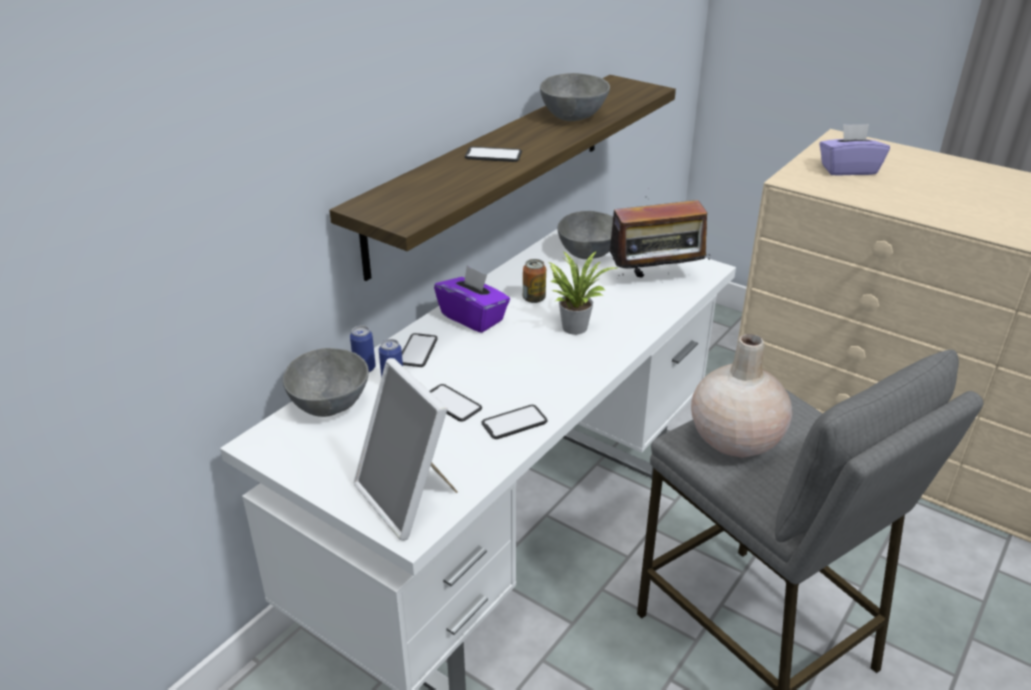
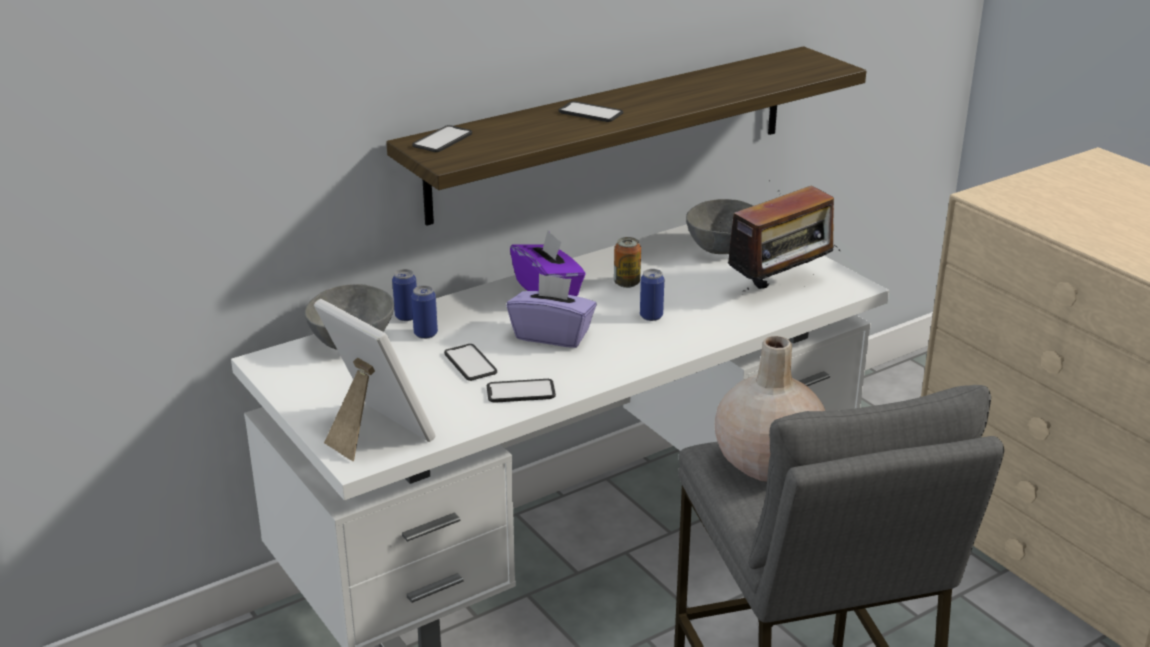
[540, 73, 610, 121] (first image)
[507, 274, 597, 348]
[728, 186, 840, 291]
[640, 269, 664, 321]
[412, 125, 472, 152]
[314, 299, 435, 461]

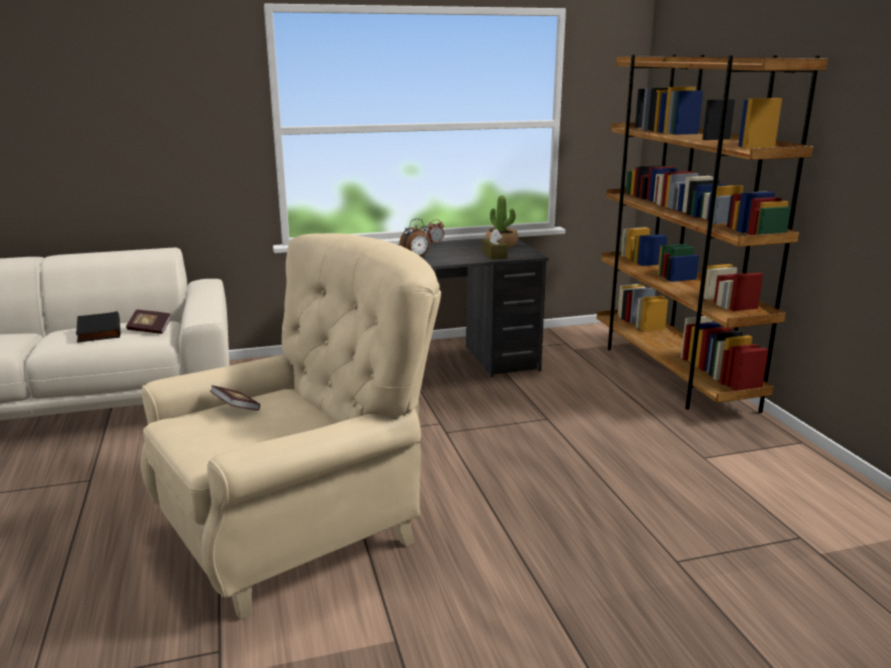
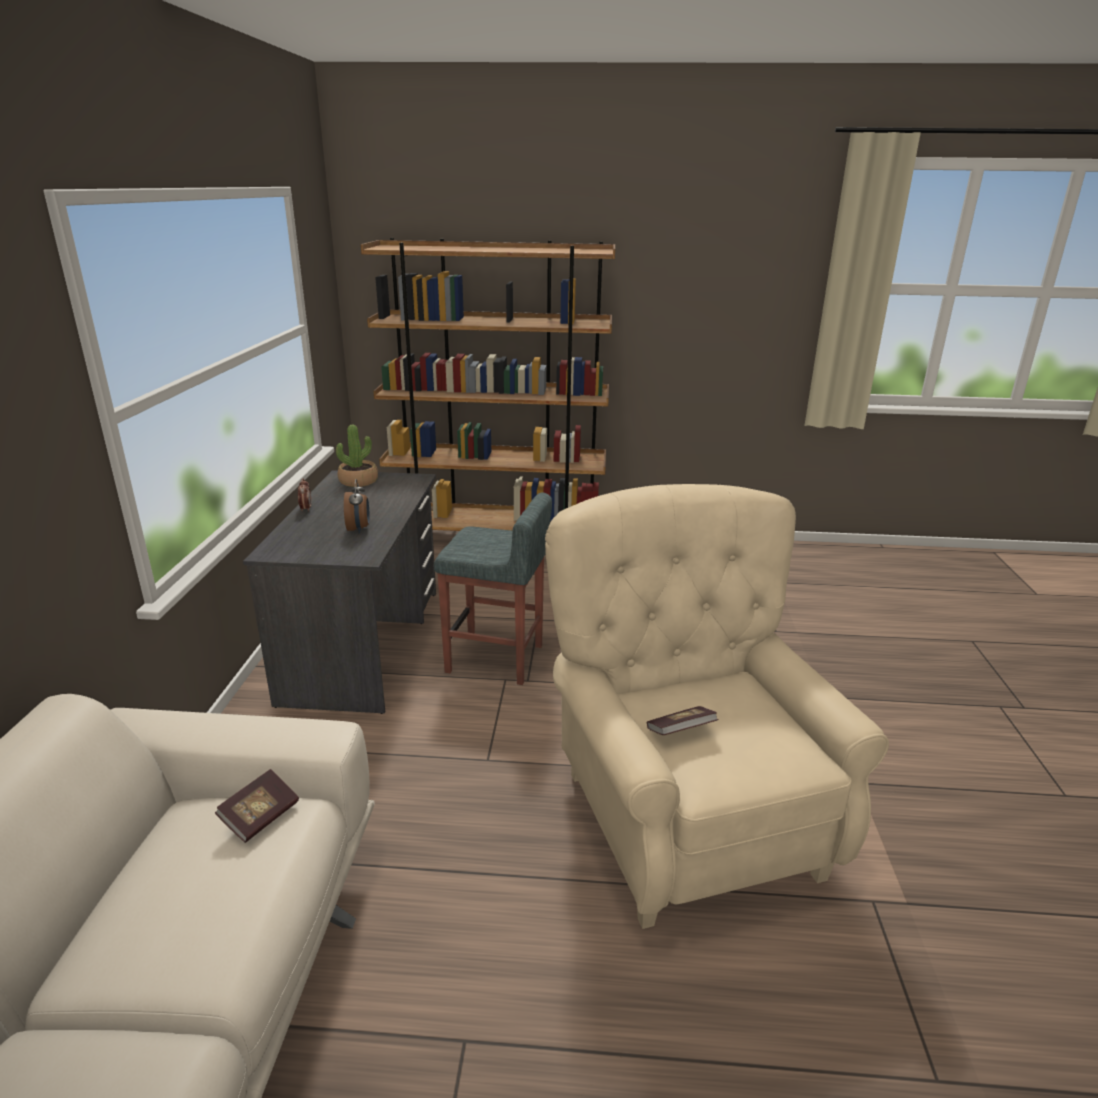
[482, 229, 508, 260] (first image)
[76, 311, 120, 343] (first image)
[434, 493, 552, 685]

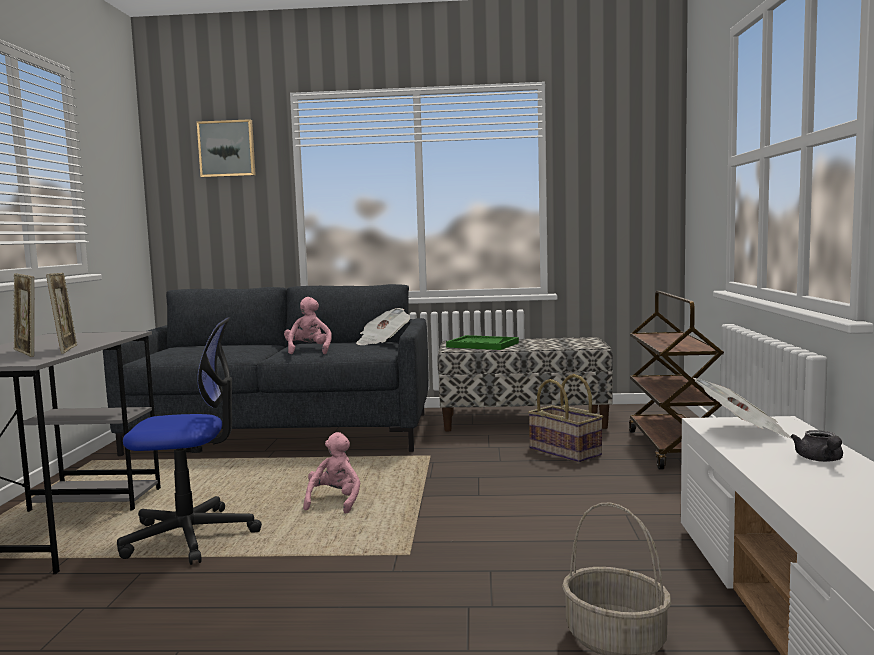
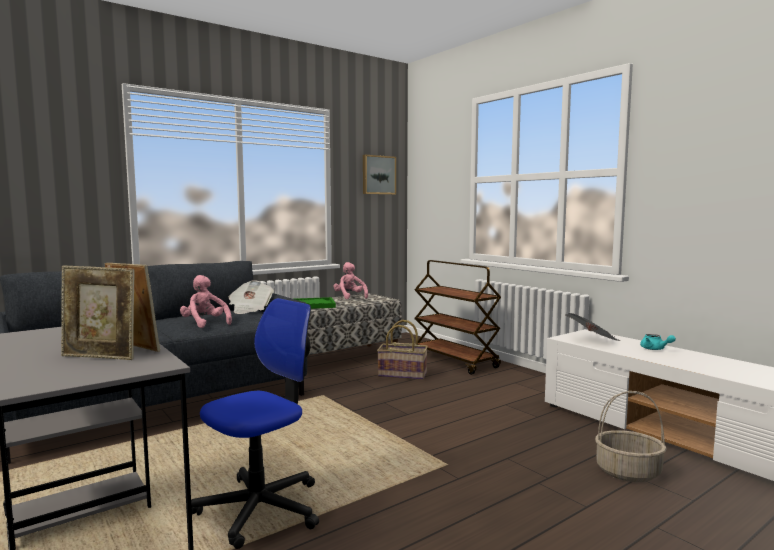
[363, 155, 396, 195]
[640, 334, 676, 350]
[333, 262, 368, 299]

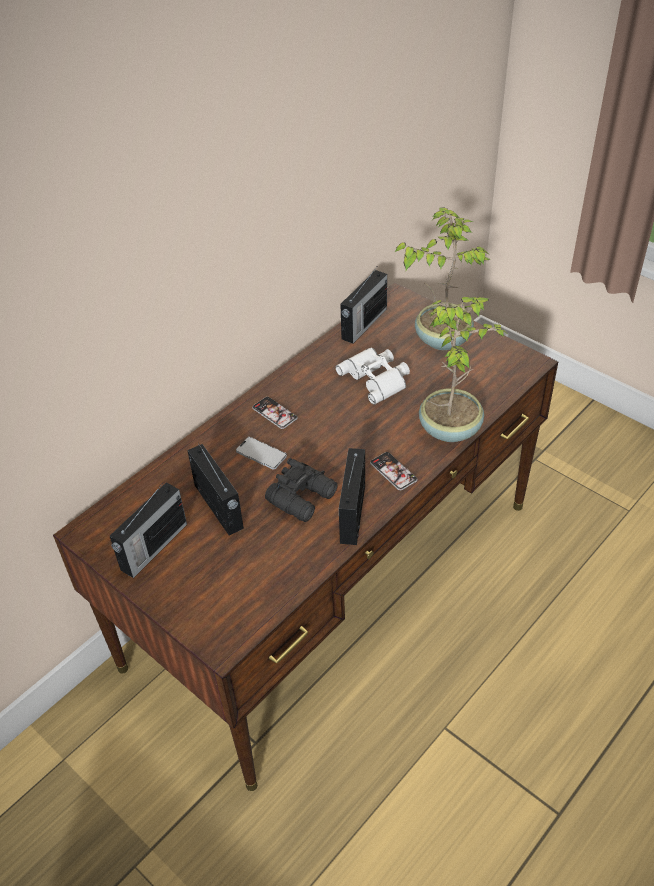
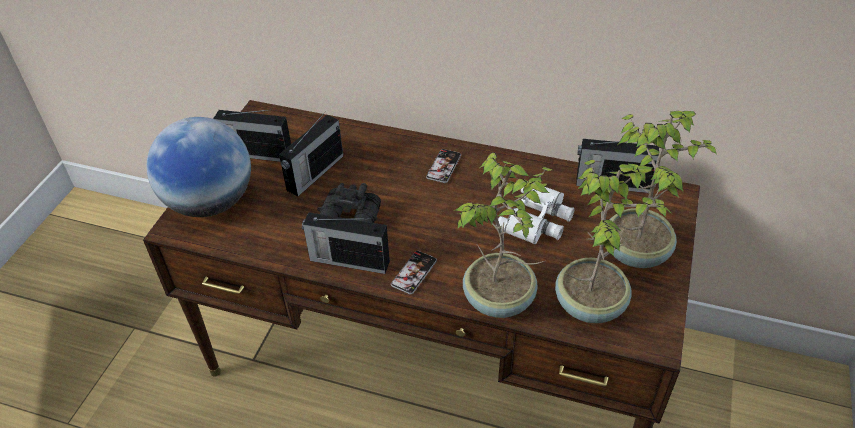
[236, 437, 287, 470] (first image)
[302, 212, 390, 274]
[146, 117, 251, 217]
[555, 160, 672, 323]

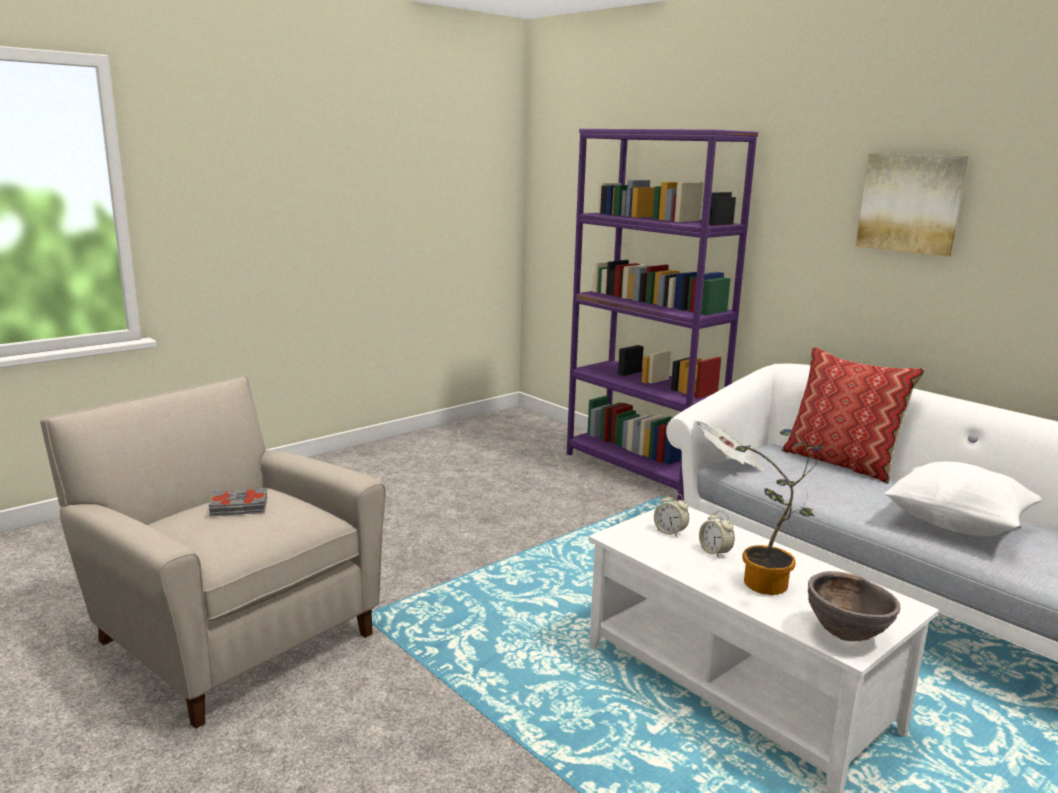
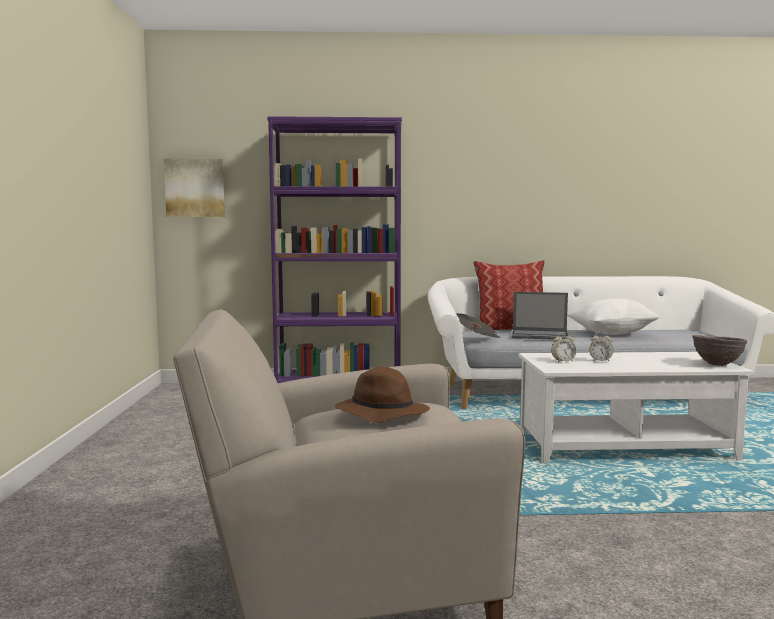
[164, 158, 225, 217]
[735, 429, 826, 595] (first image)
[335, 366, 430, 423]
[512, 292, 568, 340]

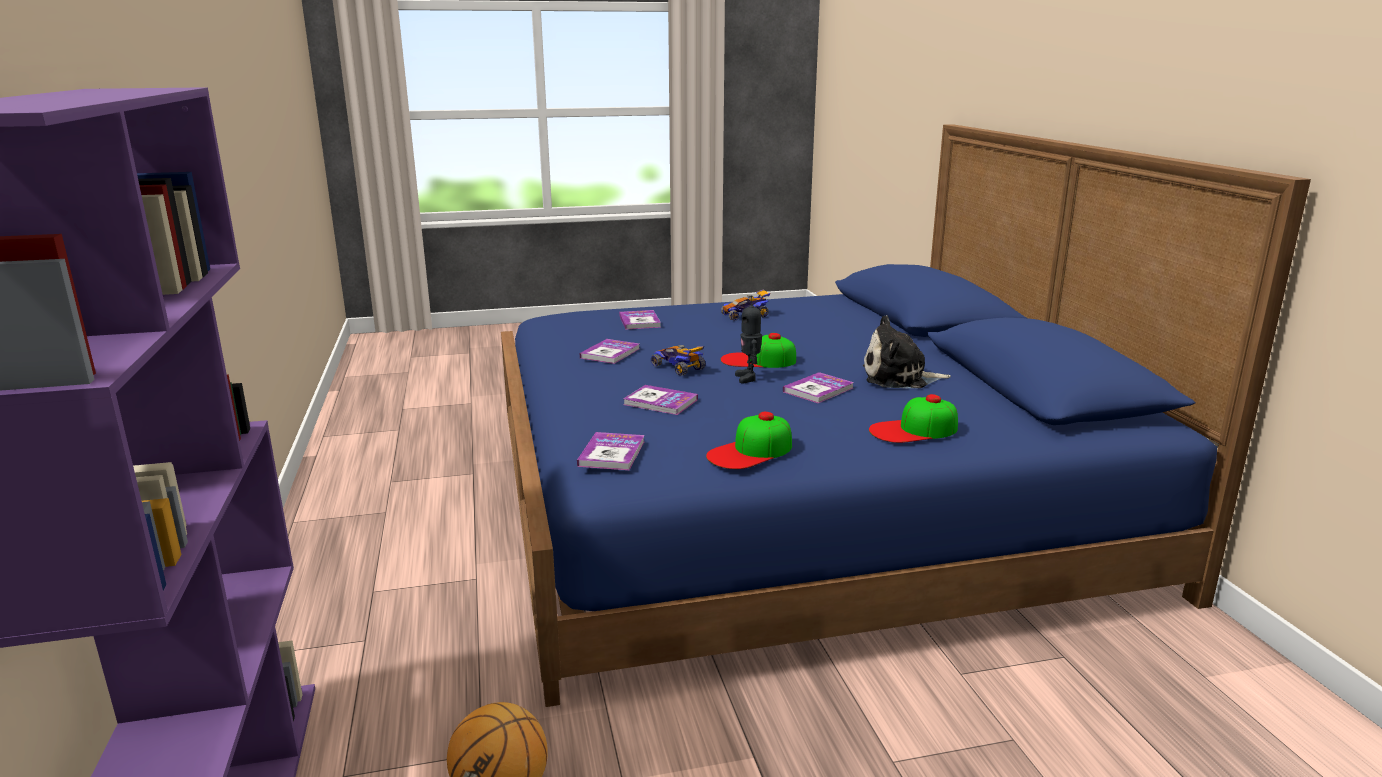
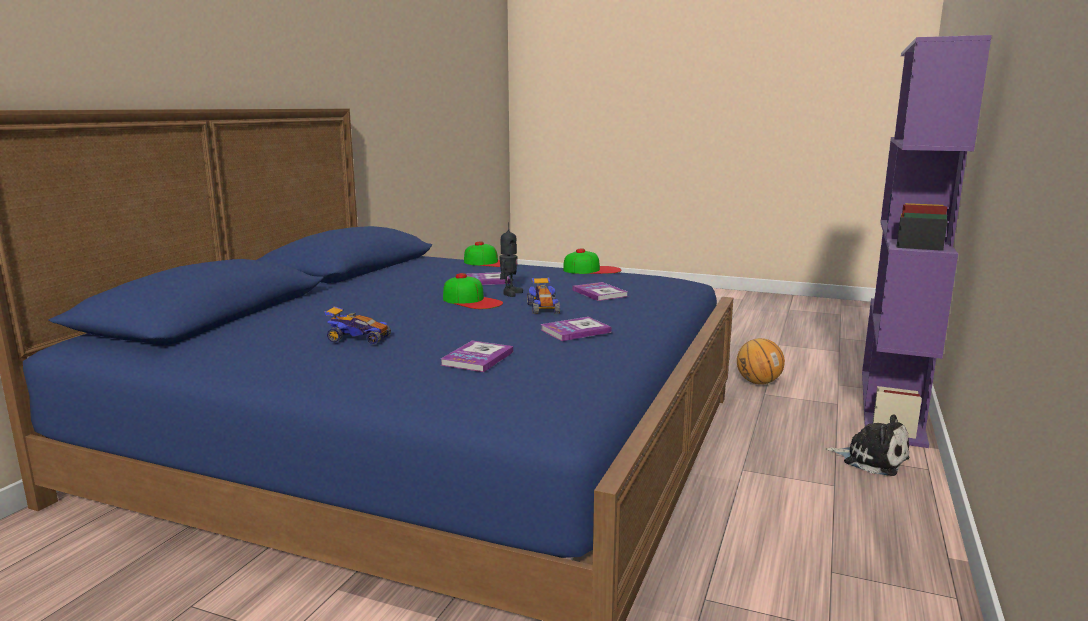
[825, 415, 909, 476]
[577, 432, 644, 470] (first image)

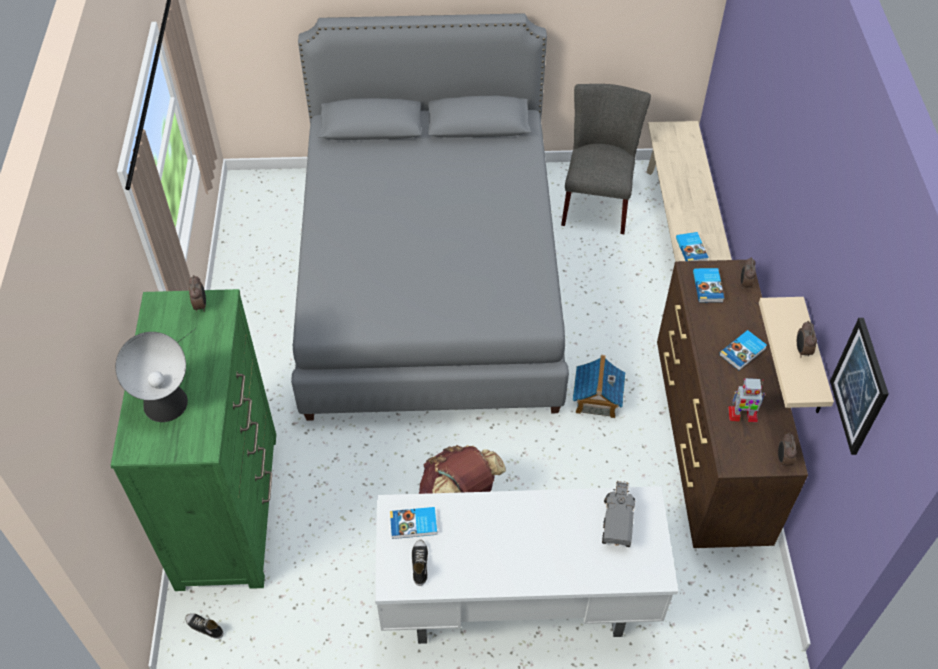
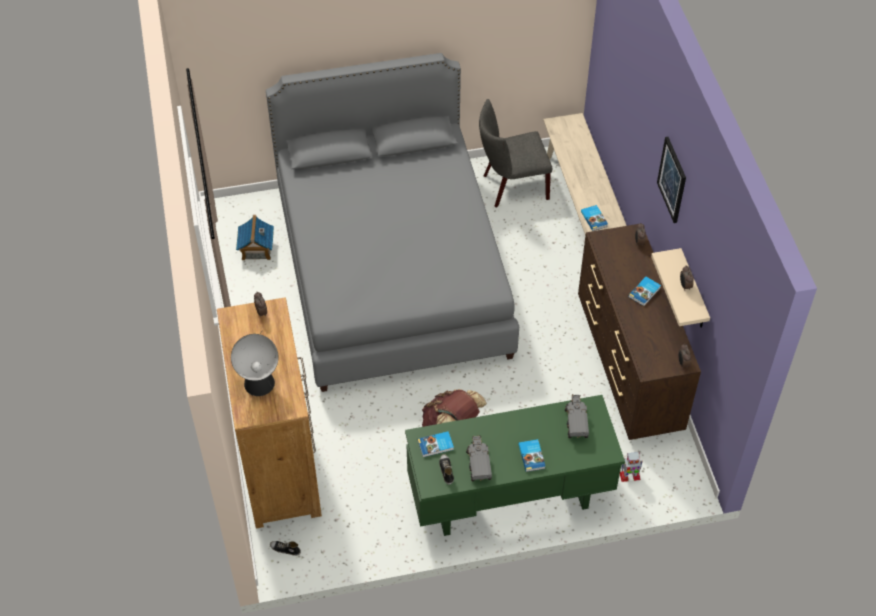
[479, 99, 553, 208]
[518, 439, 545, 472]
[217, 297, 322, 528]
[657, 137, 686, 223]
[236, 215, 274, 260]
[620, 452, 643, 482]
[405, 395, 625, 536]
[466, 435, 492, 481]

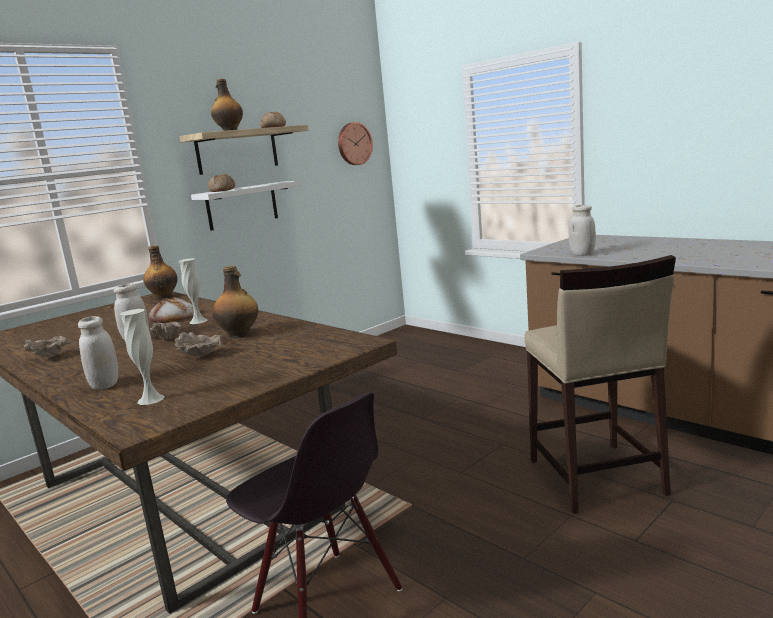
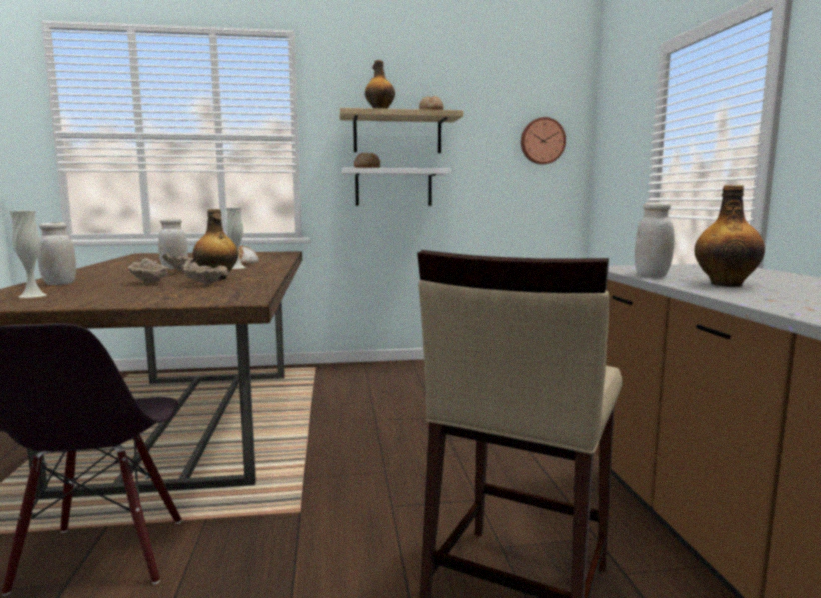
[694, 185, 765, 287]
[181, 260, 229, 285]

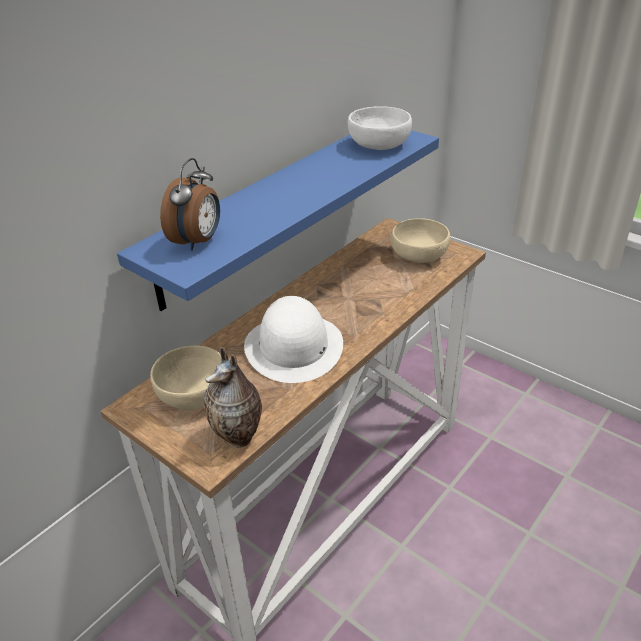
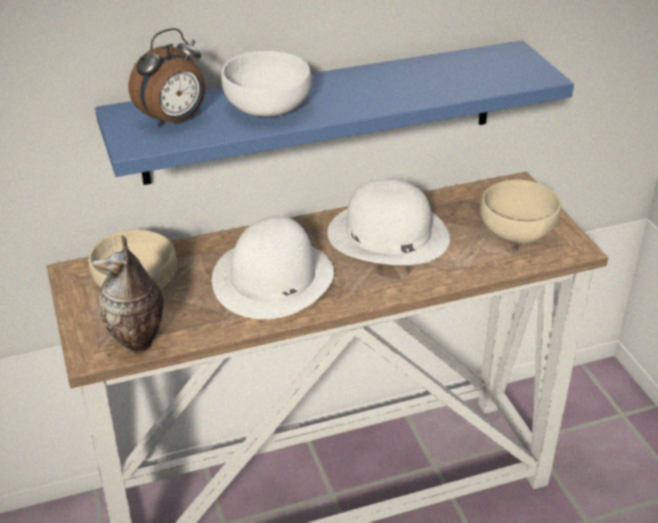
[221, 51, 312, 117]
[327, 179, 450, 265]

